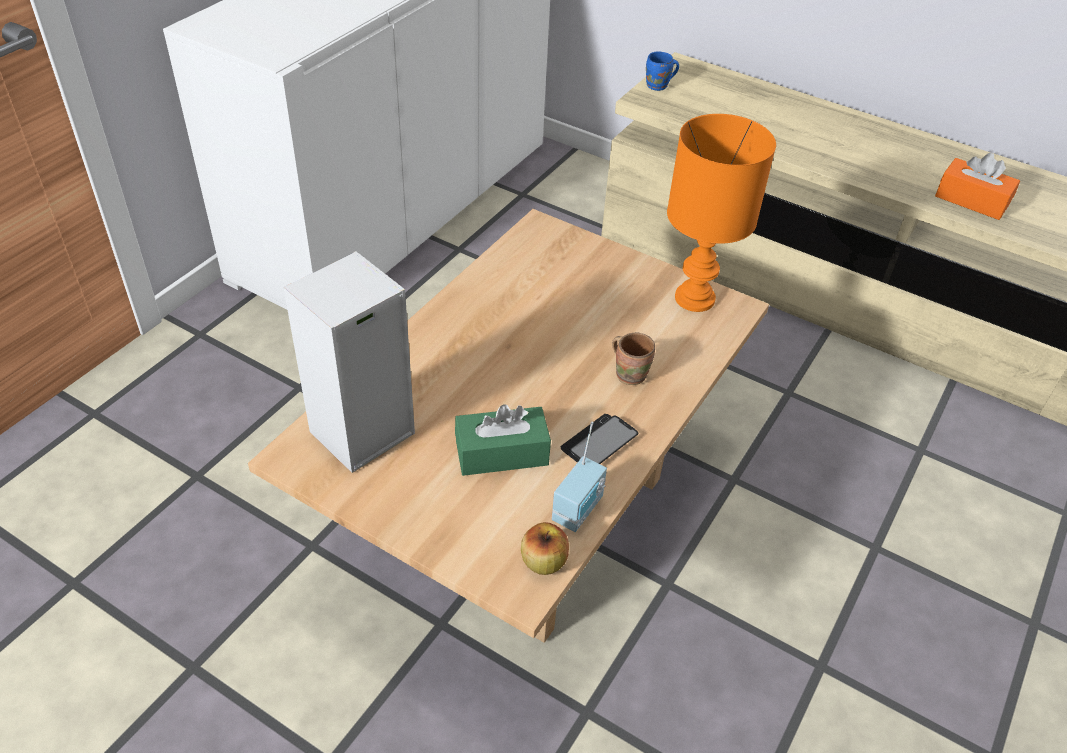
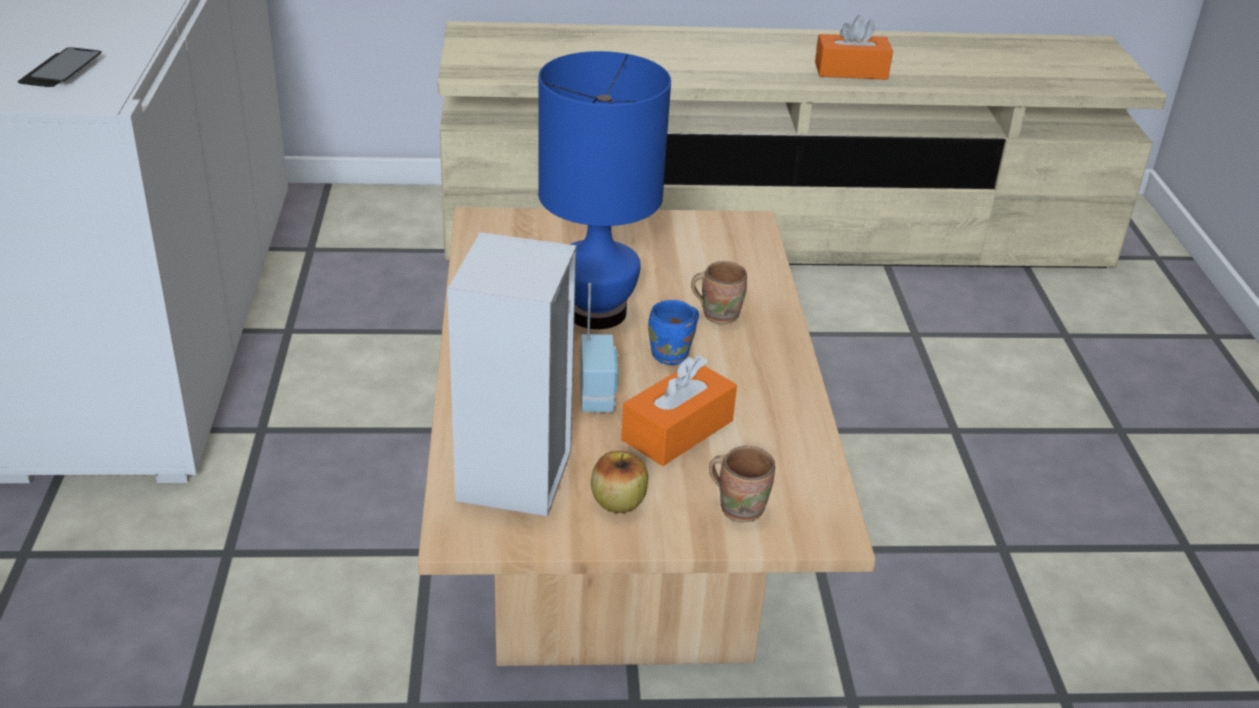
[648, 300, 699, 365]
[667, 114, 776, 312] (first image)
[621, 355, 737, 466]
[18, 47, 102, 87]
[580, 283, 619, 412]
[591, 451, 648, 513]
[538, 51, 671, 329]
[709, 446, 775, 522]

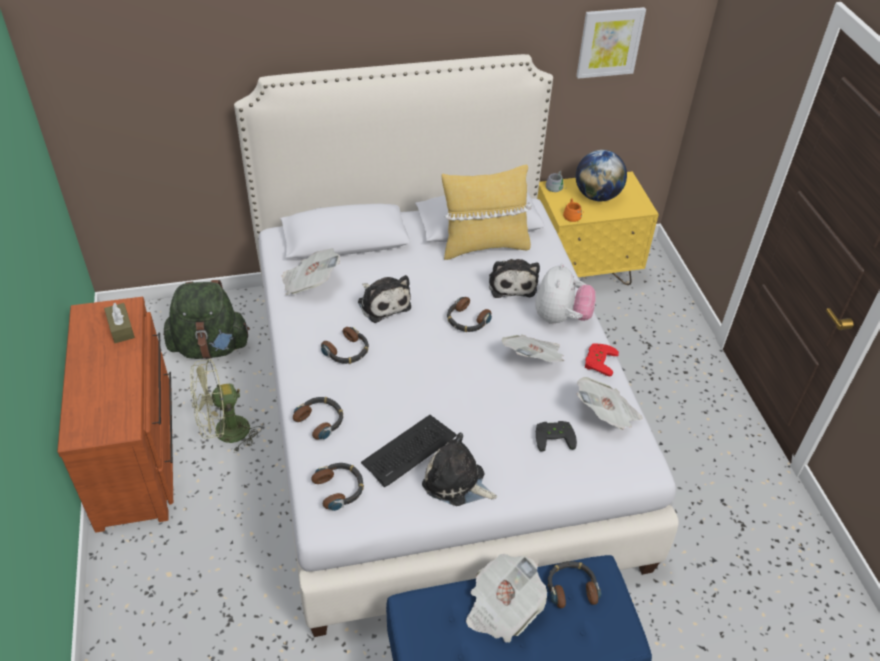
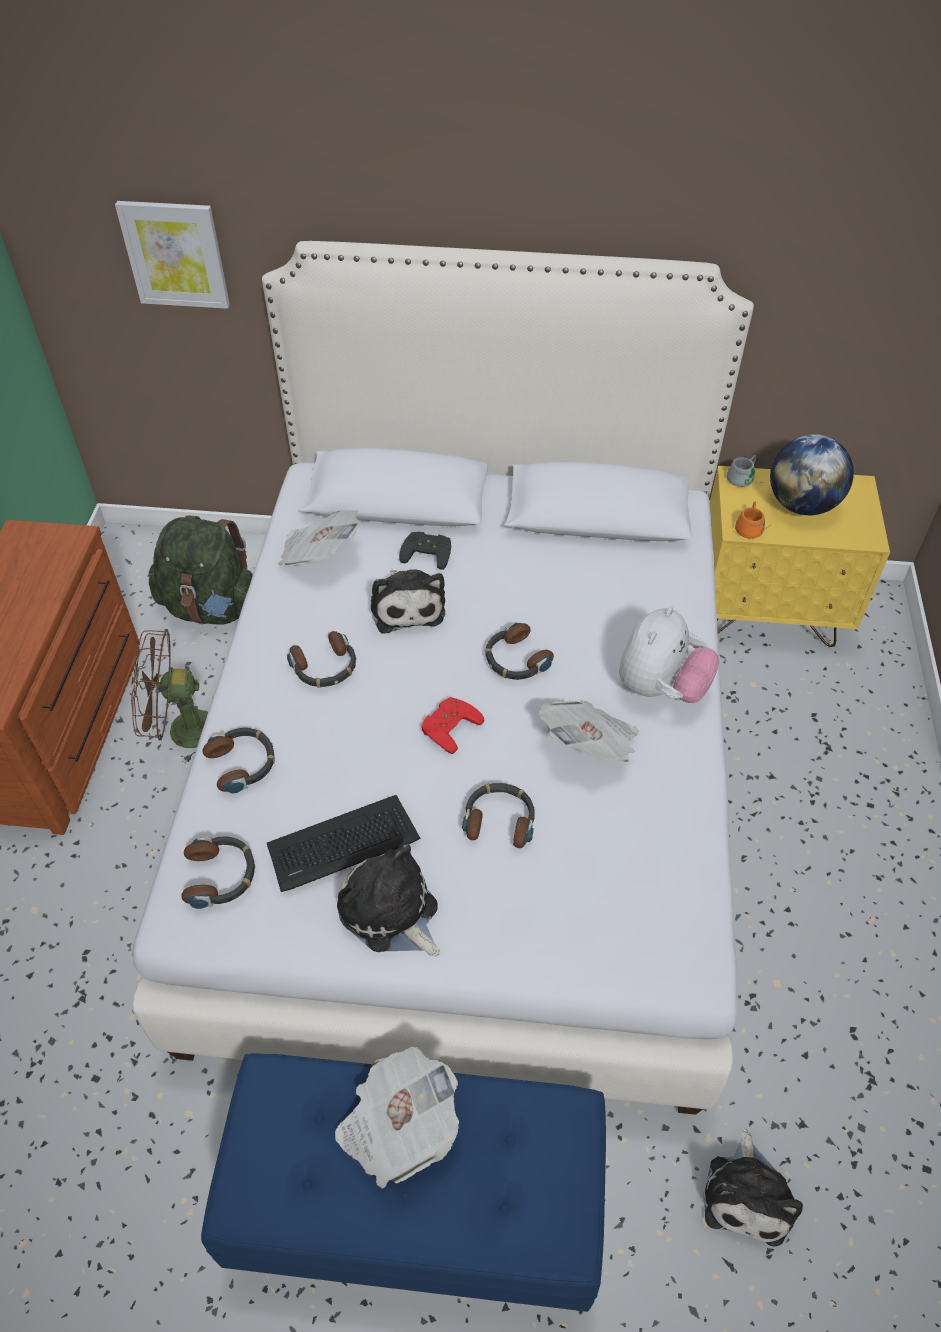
[115, 201, 230, 309]
[442, 165, 532, 260] (first image)
[703, 1129, 803, 1246]
[104, 303, 135, 343] (first image)
[421, 697, 485, 754]
[131, 629, 208, 763]
[576, 377, 643, 430] (first image)
[399, 532, 451, 570]
[462, 783, 535, 848]

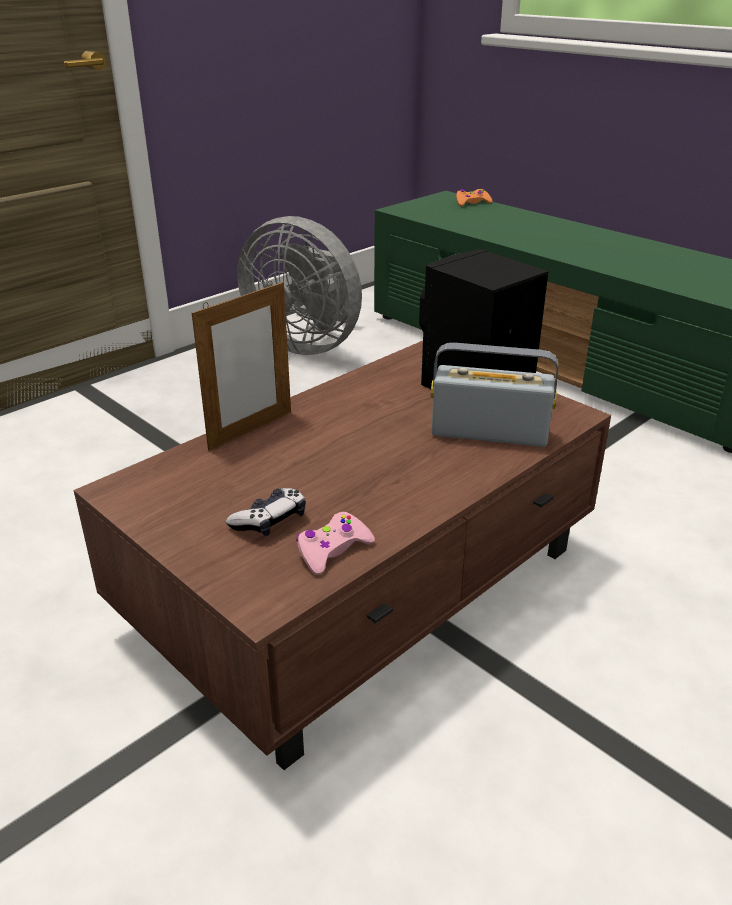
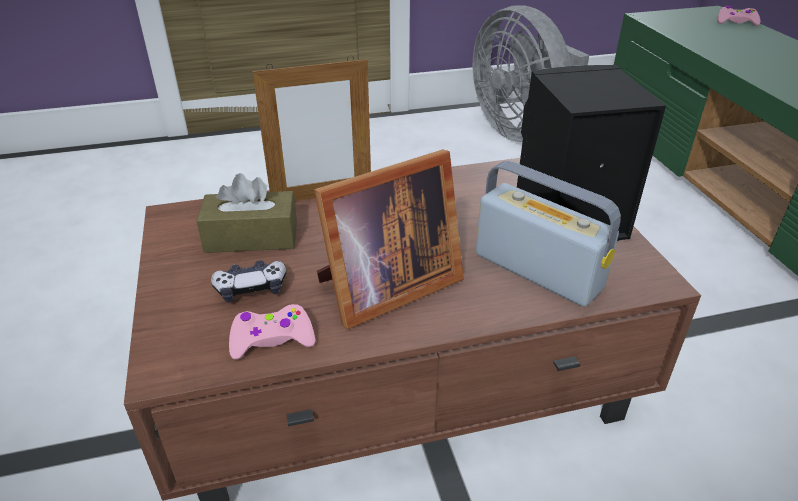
[718, 6, 761, 26]
[314, 149, 464, 329]
[196, 173, 297, 253]

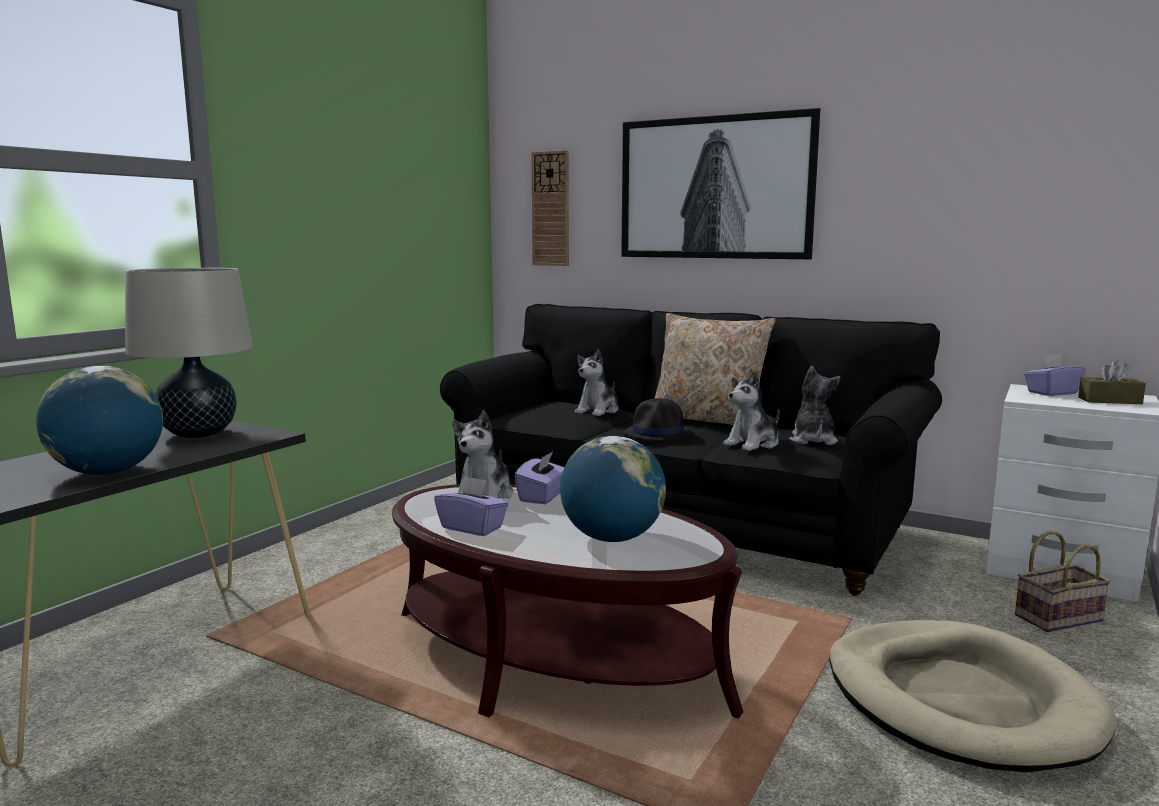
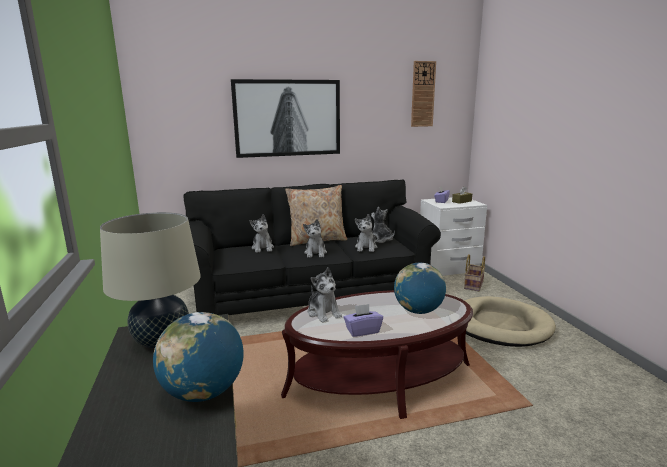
[411, 61, 436, 127]
[303, 219, 327, 258]
[514, 452, 564, 504] (first image)

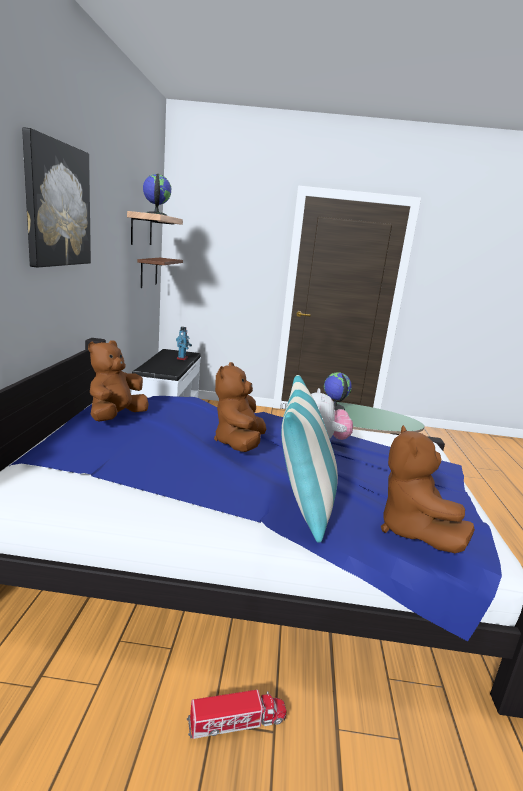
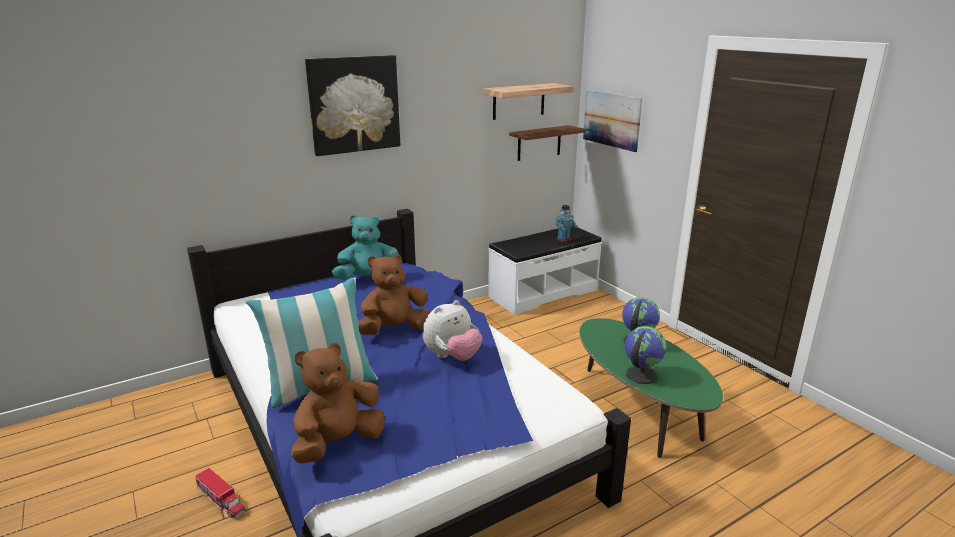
[625, 326, 667, 384]
[332, 215, 399, 280]
[583, 90, 643, 152]

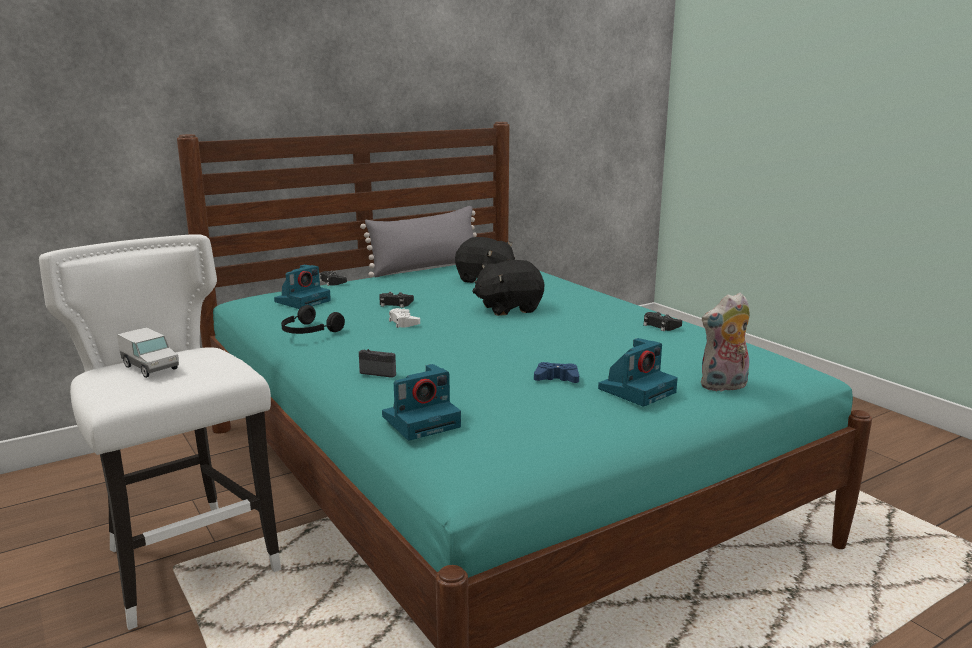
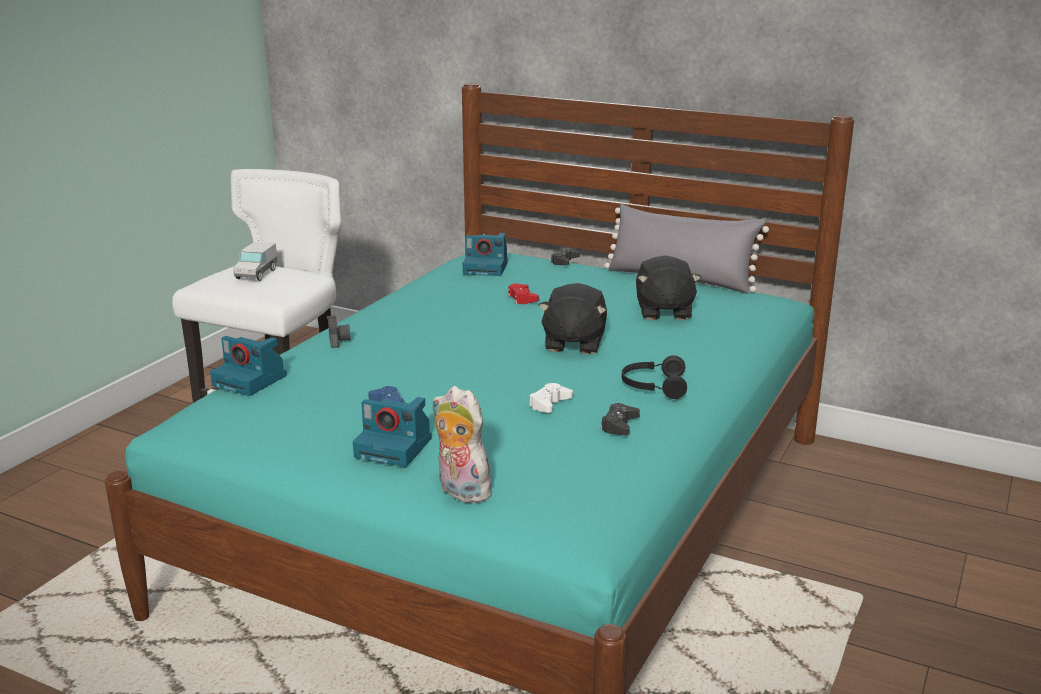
[538, 283, 607, 354]
[508, 283, 539, 304]
[622, 355, 687, 399]
[529, 383, 573, 413]

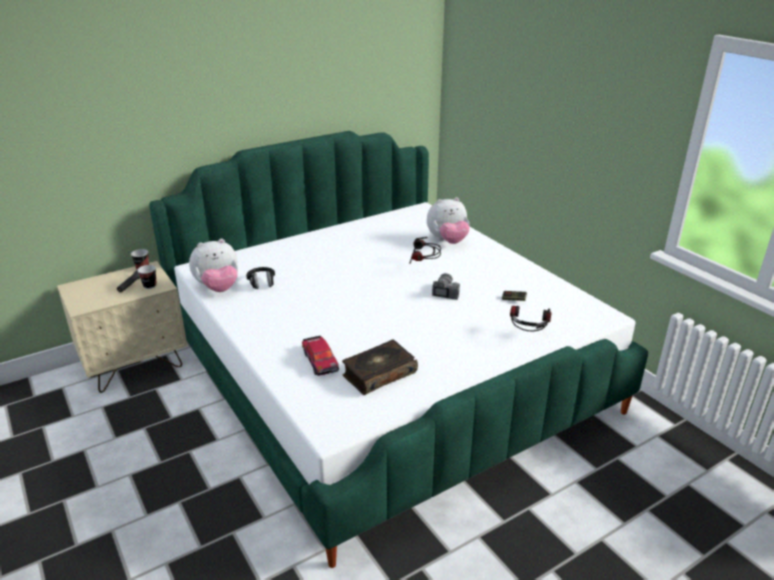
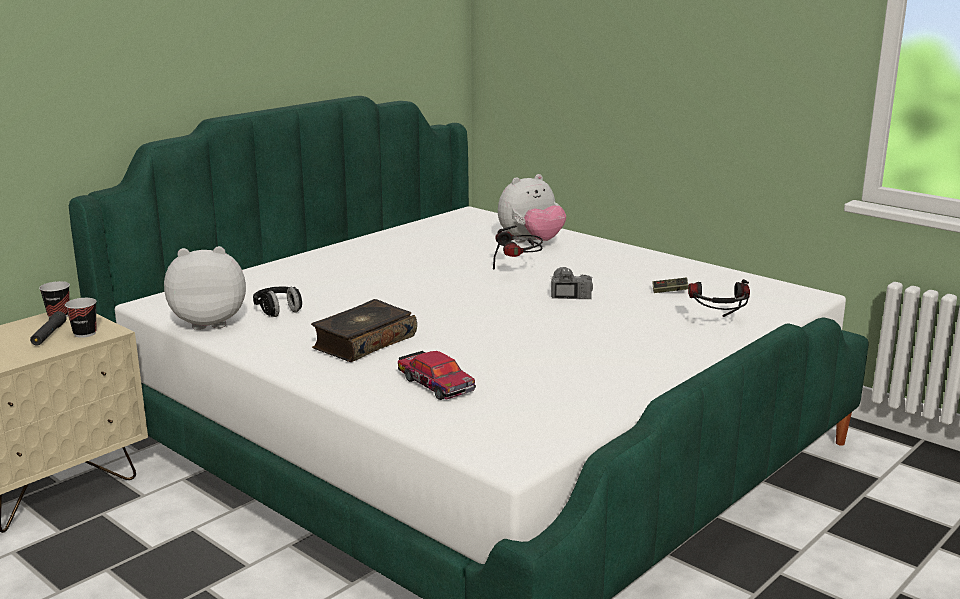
[164, 246, 246, 330]
[311, 299, 417, 362]

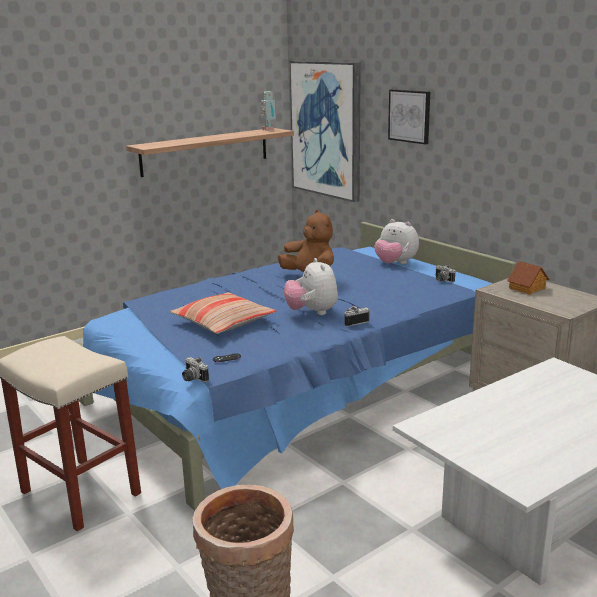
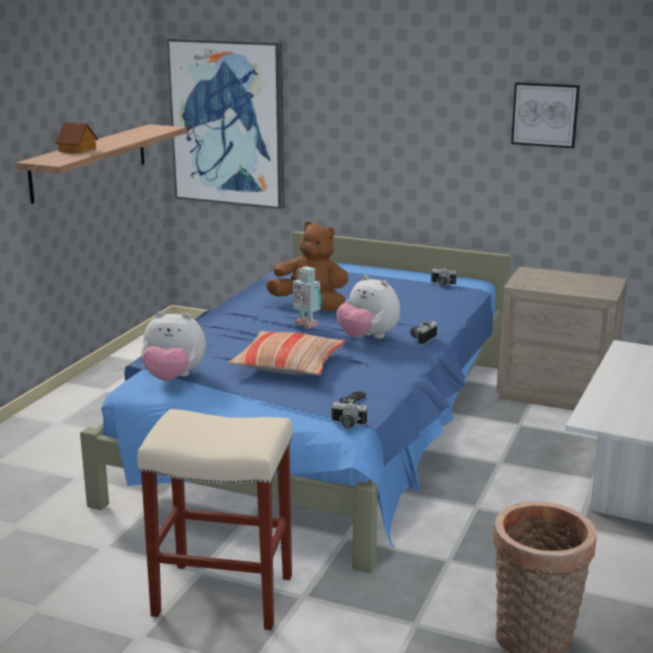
[511, 82, 580, 148]
[293, 266, 321, 329]
[141, 311, 206, 381]
[55, 122, 98, 154]

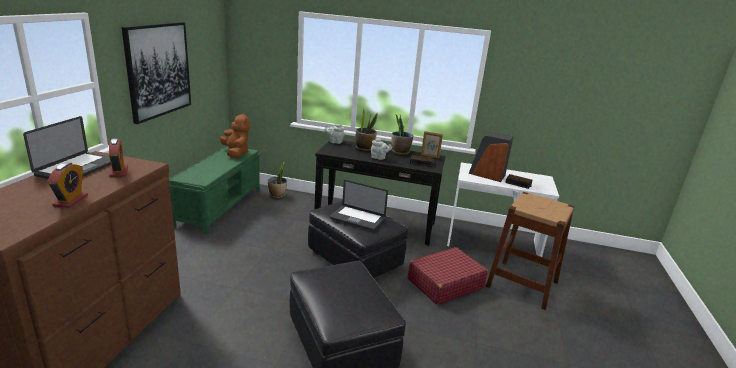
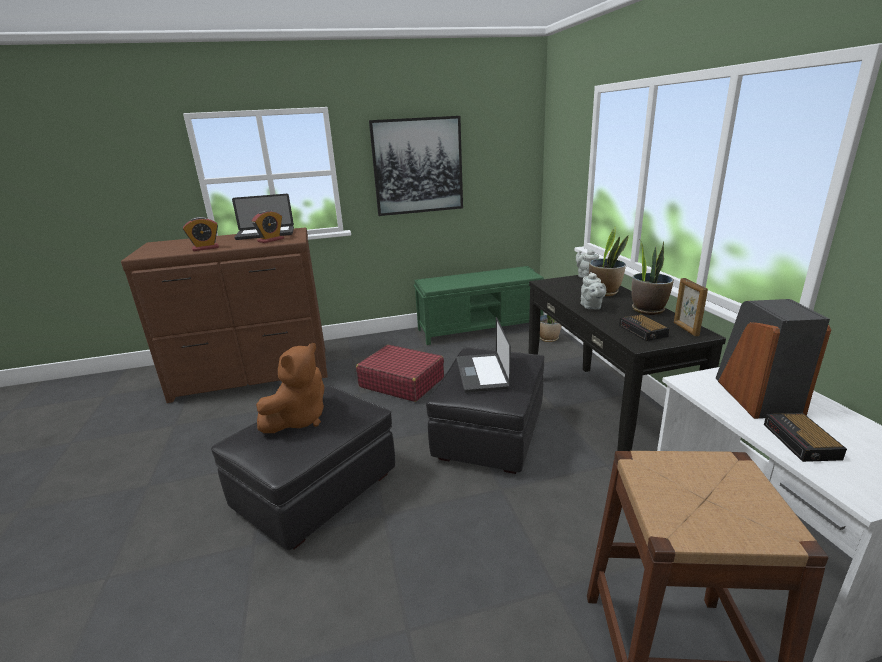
[256, 343, 324, 433]
[356, 345, 444, 402]

